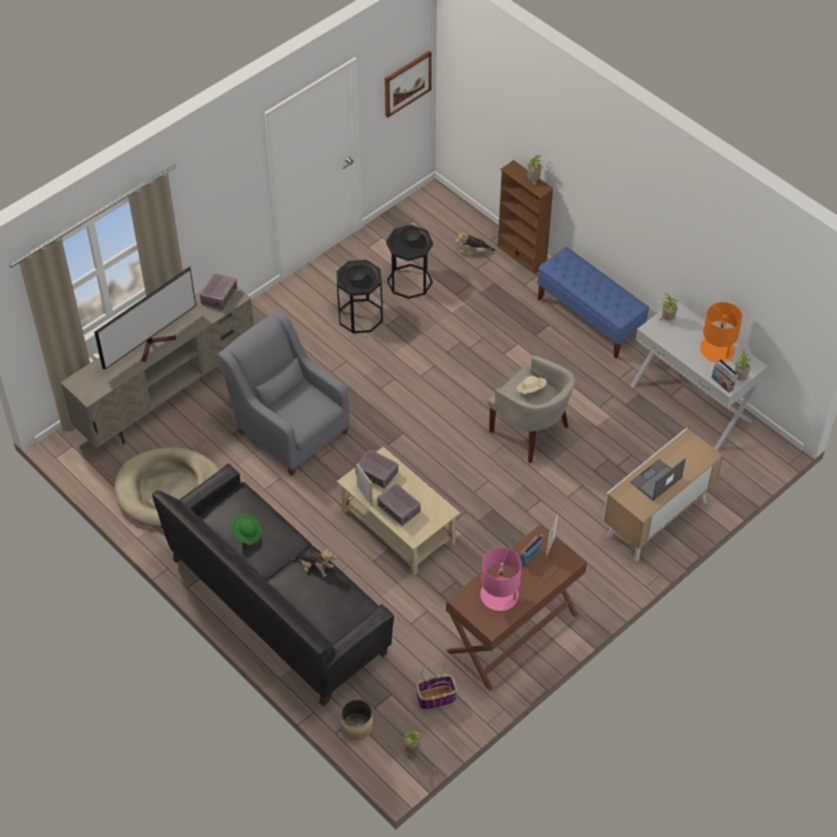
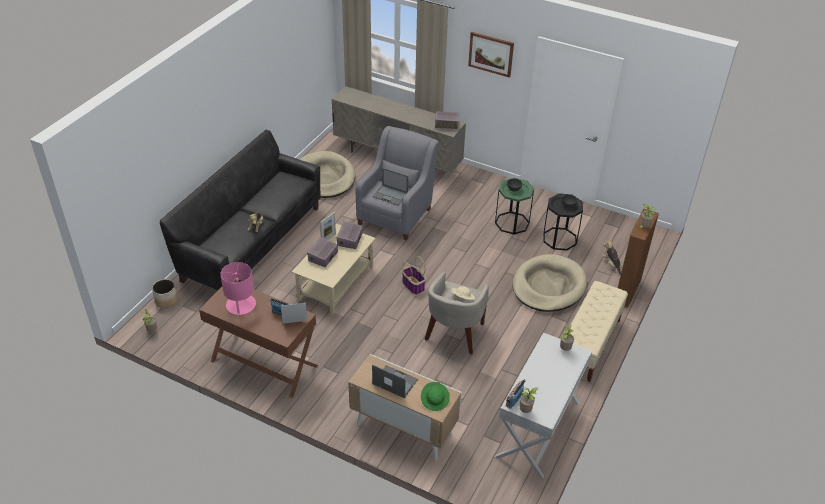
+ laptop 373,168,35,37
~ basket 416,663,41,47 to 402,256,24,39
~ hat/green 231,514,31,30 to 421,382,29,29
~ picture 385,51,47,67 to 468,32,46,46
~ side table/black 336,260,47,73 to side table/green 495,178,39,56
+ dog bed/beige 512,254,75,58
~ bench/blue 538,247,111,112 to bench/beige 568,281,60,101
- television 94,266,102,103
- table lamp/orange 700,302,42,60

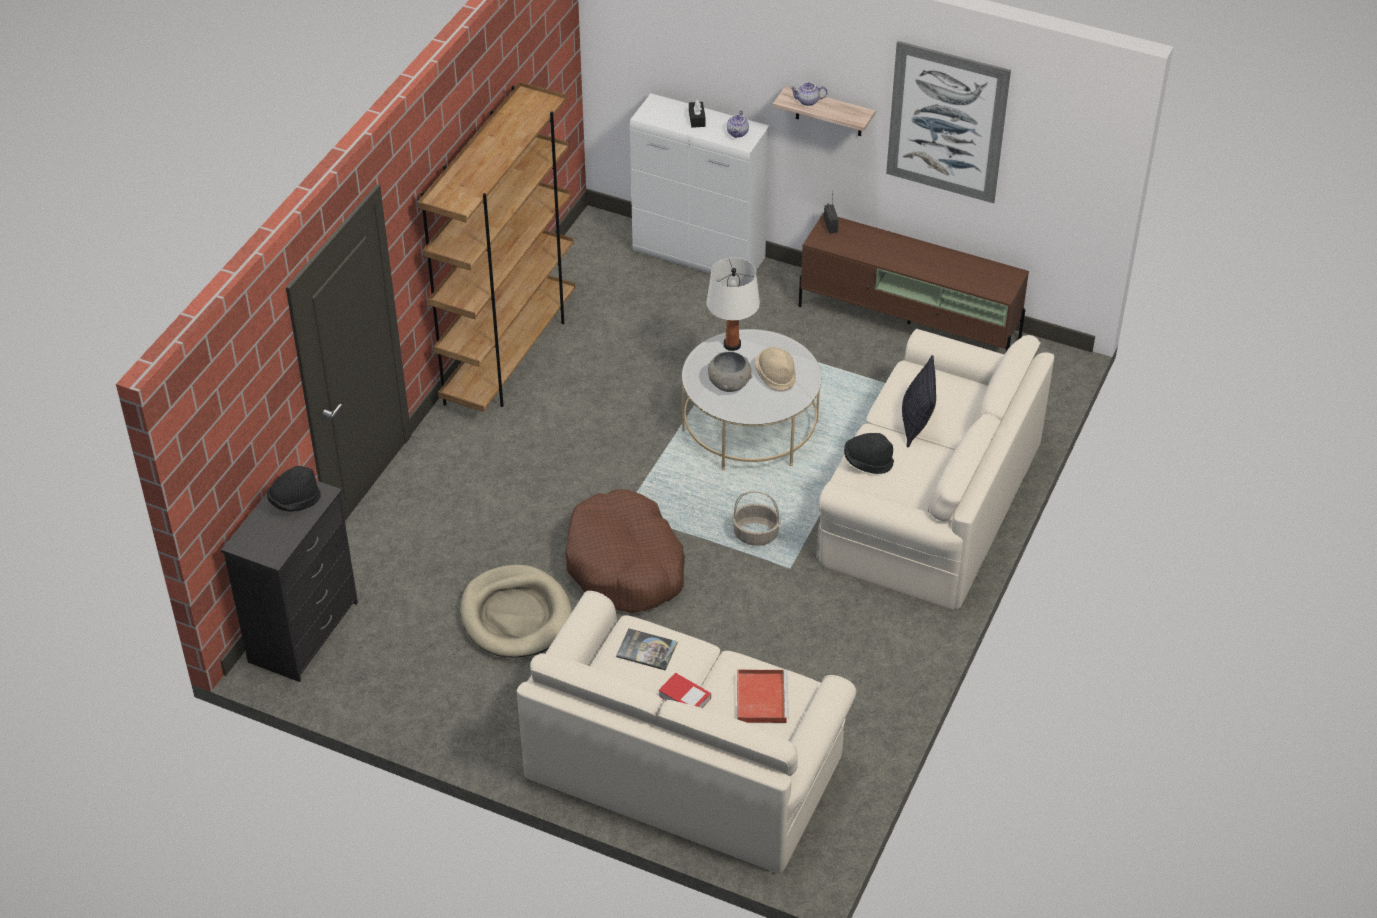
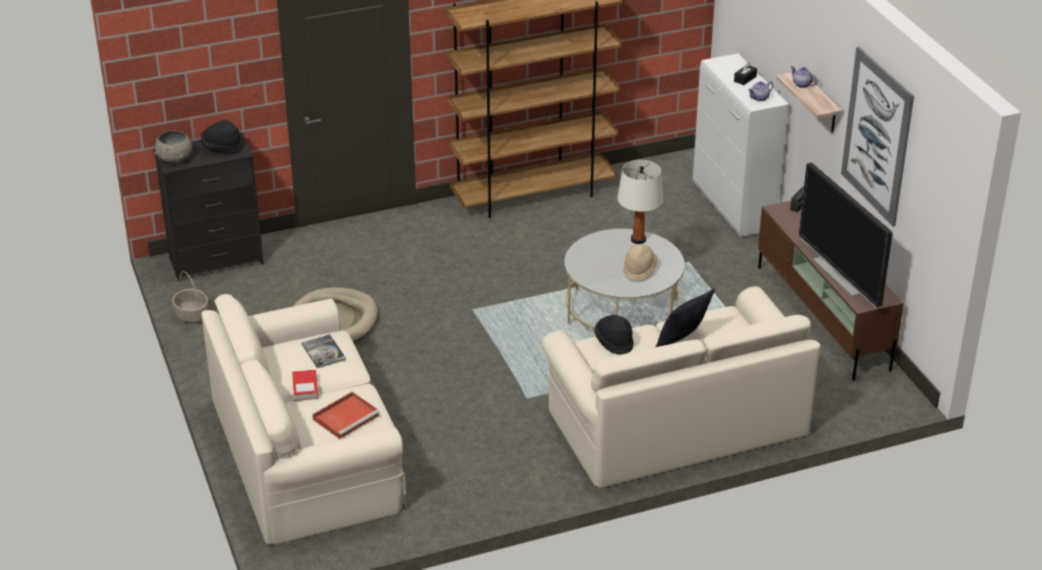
~ bowl/grey 708,352,45,40 to 155,131,37,33
~ basket 732,491,49,55 to 172,271,36,52
+ television 799,162,94,146
- dog bed/brown 565,489,120,124

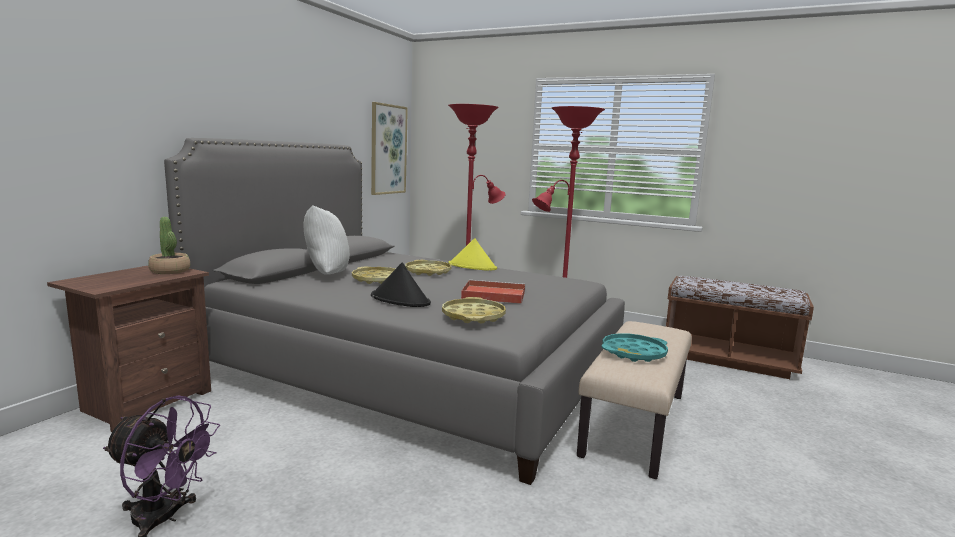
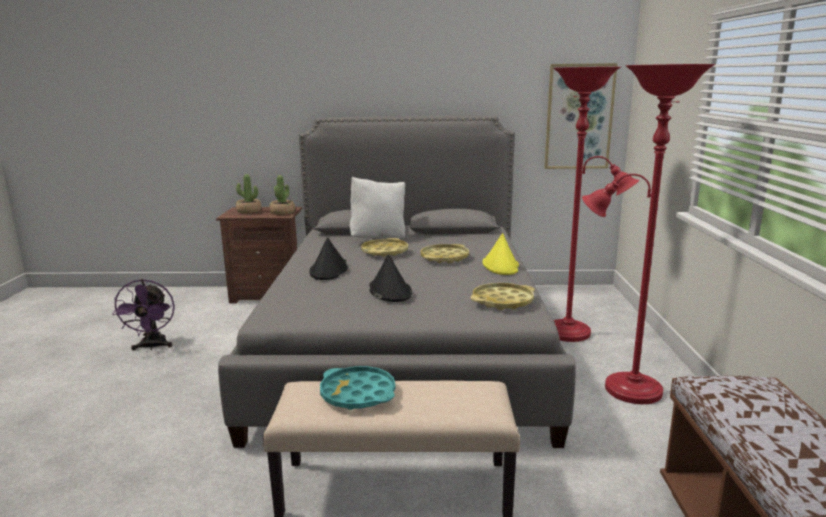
+ potted plant 236,174,26,40
~ tray/red 461,280,64,24 to hat/black 369,254,43,48
~ tray/yellow 442,297,64,27 to 470,283,65,27

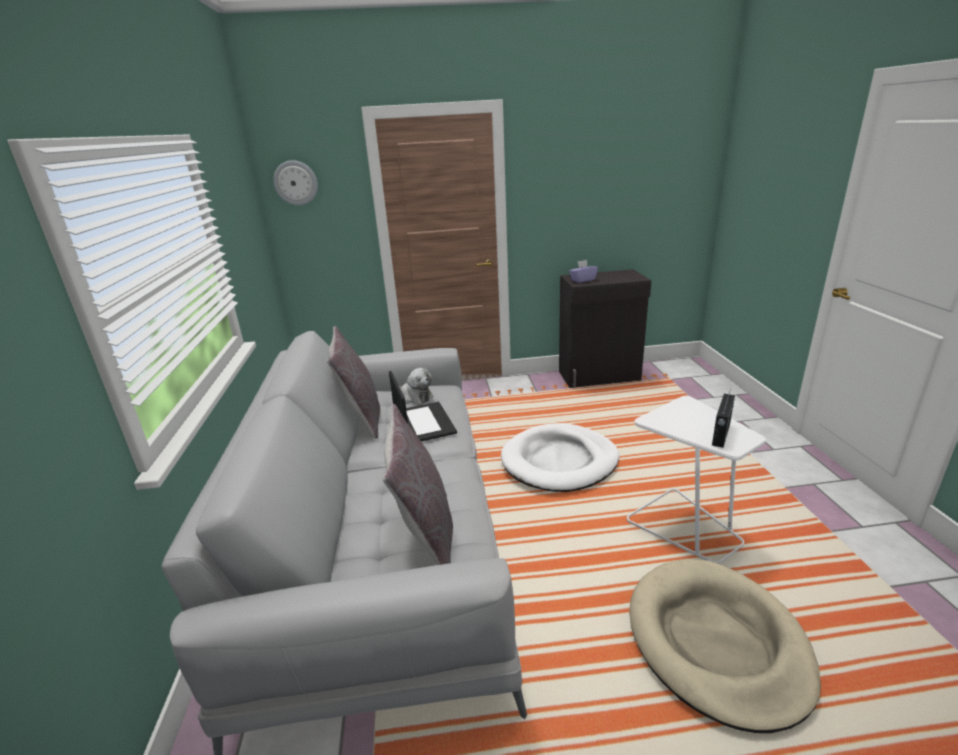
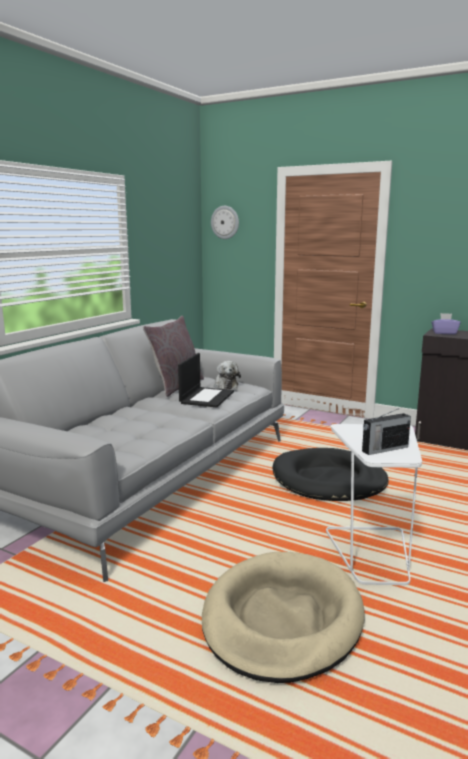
~ dog bed/white 501,423,118,69 to dog bed/black 273,448,116,53
- pillow/grey 383,404,70,161

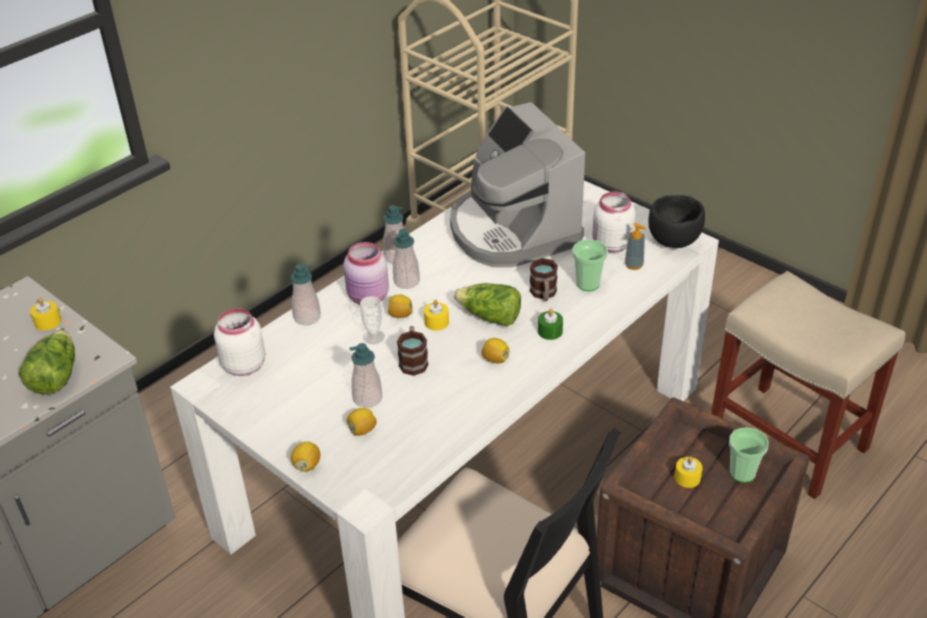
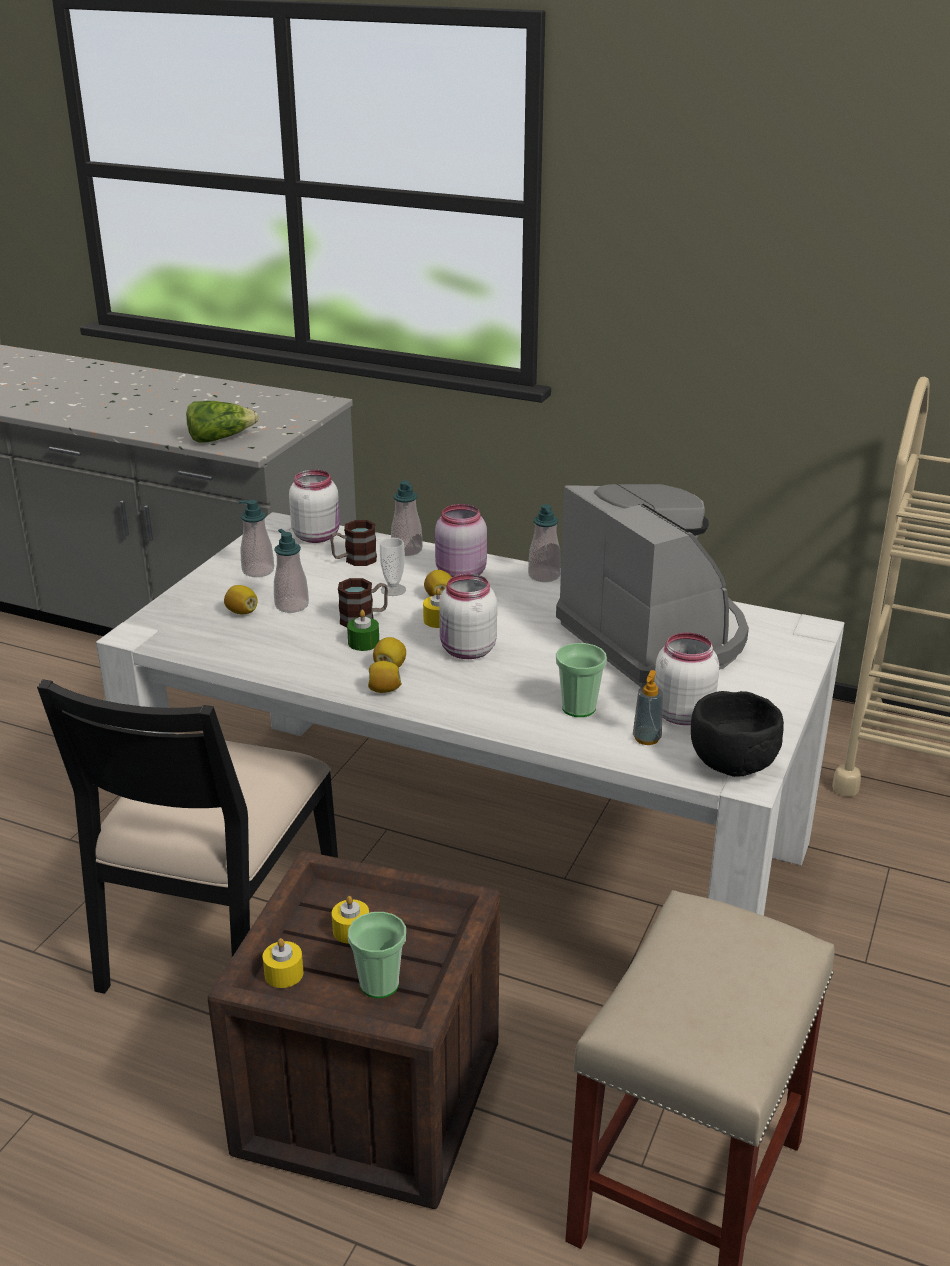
~ soap dispenser 393,229,27,60 to 239,500,35,77
~ candle/yellow 30,298,31,32 to 262,938,41,50
~ mug 530,258,28,43 to 330,520,47,46
~ candle/green 538,308,25,32 to 347,610,32,41
~ lemon 291,442,29,30 to 368,661,34,32
~ lettuce 454,283,67,43 to jar/white 439,574,58,85
~ coffee machine 450,102,135,165 = 556,484,193,203 105 degrees clockwise

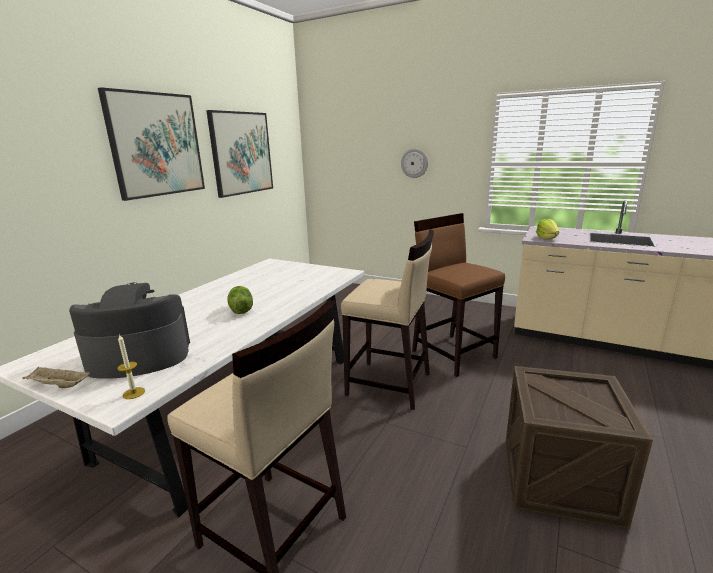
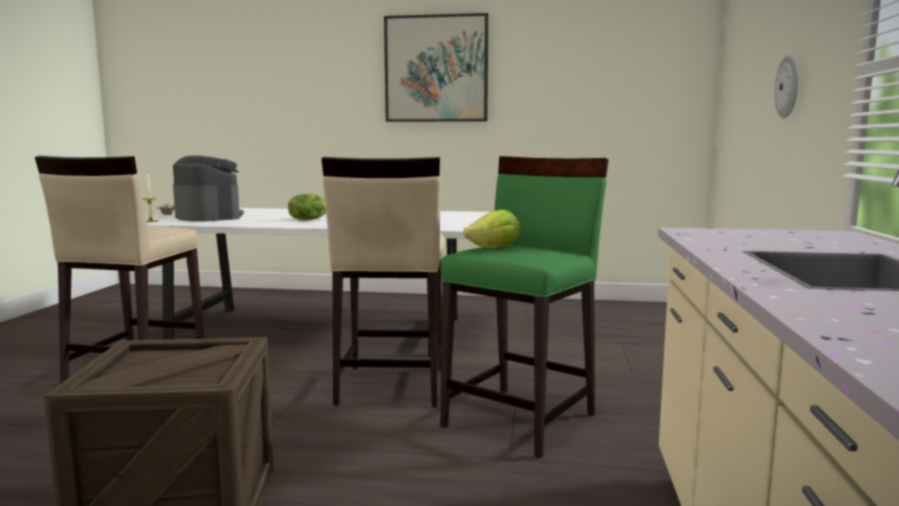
~ stool/brown 412,213,93,164 to stool/green 440,156,169,302
~ lettuce 536,219,23,20 to 463,210,57,38
- picture 206,110,67,88

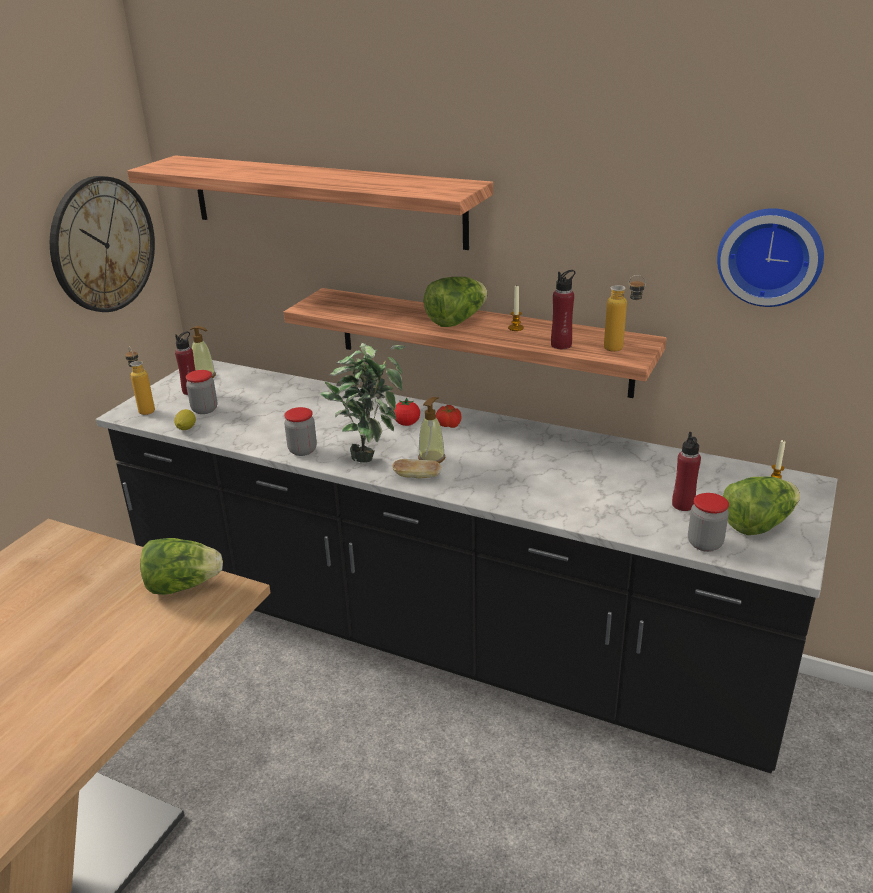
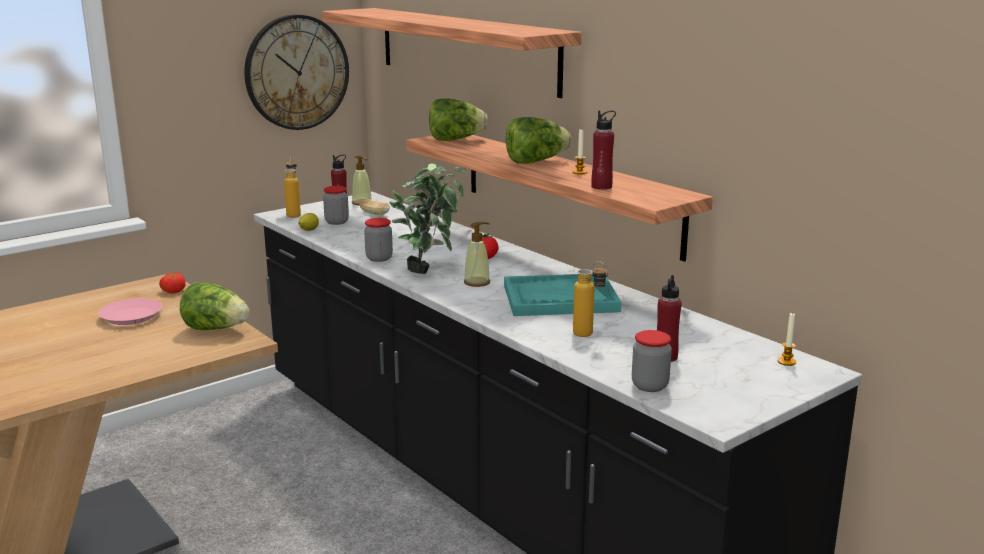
+ plate/pink 98,298,64,27
~ tomato 436,405,25,23 to 159,273,27,21
~ bread 392,459,50,20 to 360,199,30,16
~ lettuce 723,476,77,59 to 429,98,59,43
+ tray/turquoise 504,274,118,42
~ bottle 604,275,42,77 to 573,261,35,76
- wall clock 717,208,107,99

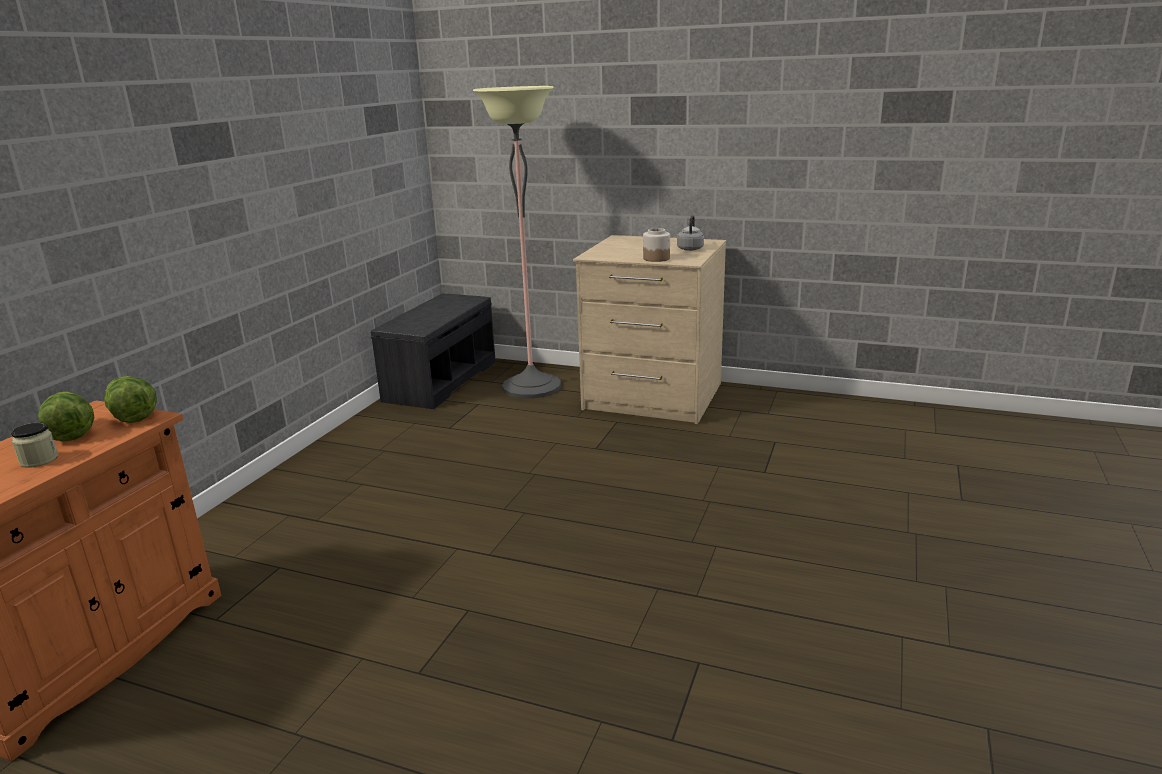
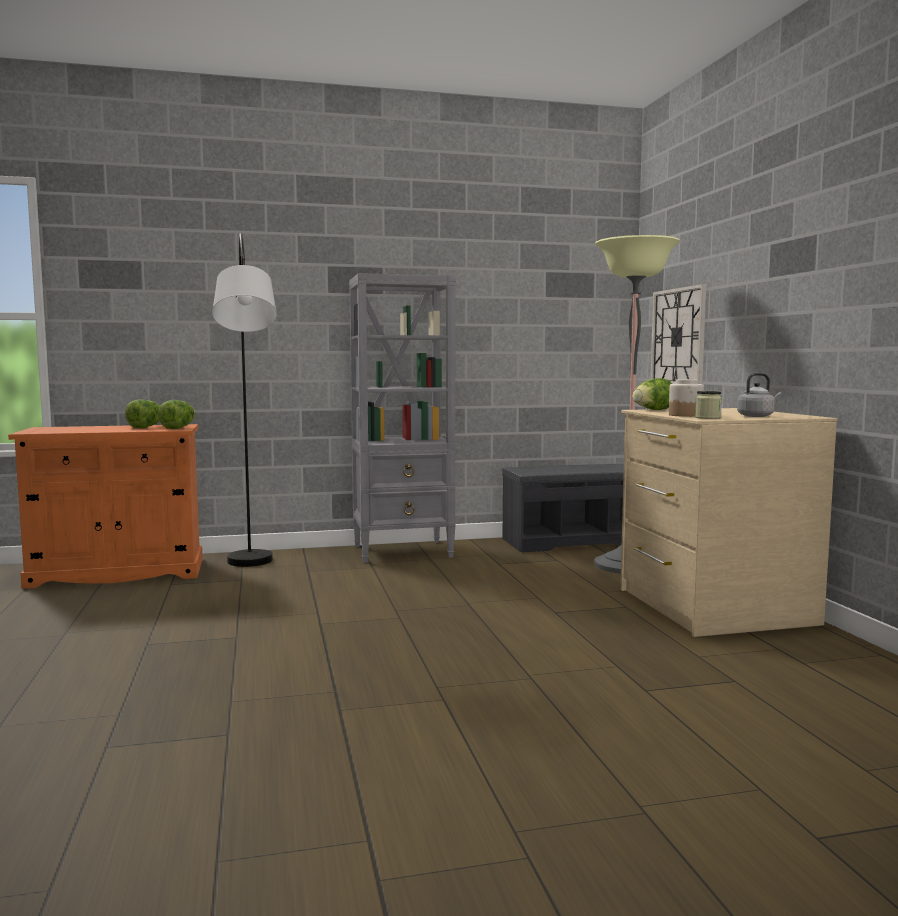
+ floor lamp/grey 212,233,65,334
+ bookcase/grey 349,273,107,290
+ lettuce 632,378,40,32
+ wall clock 650,284,56,100
~ jar 11,422,47,46 to 695,391,27,28

